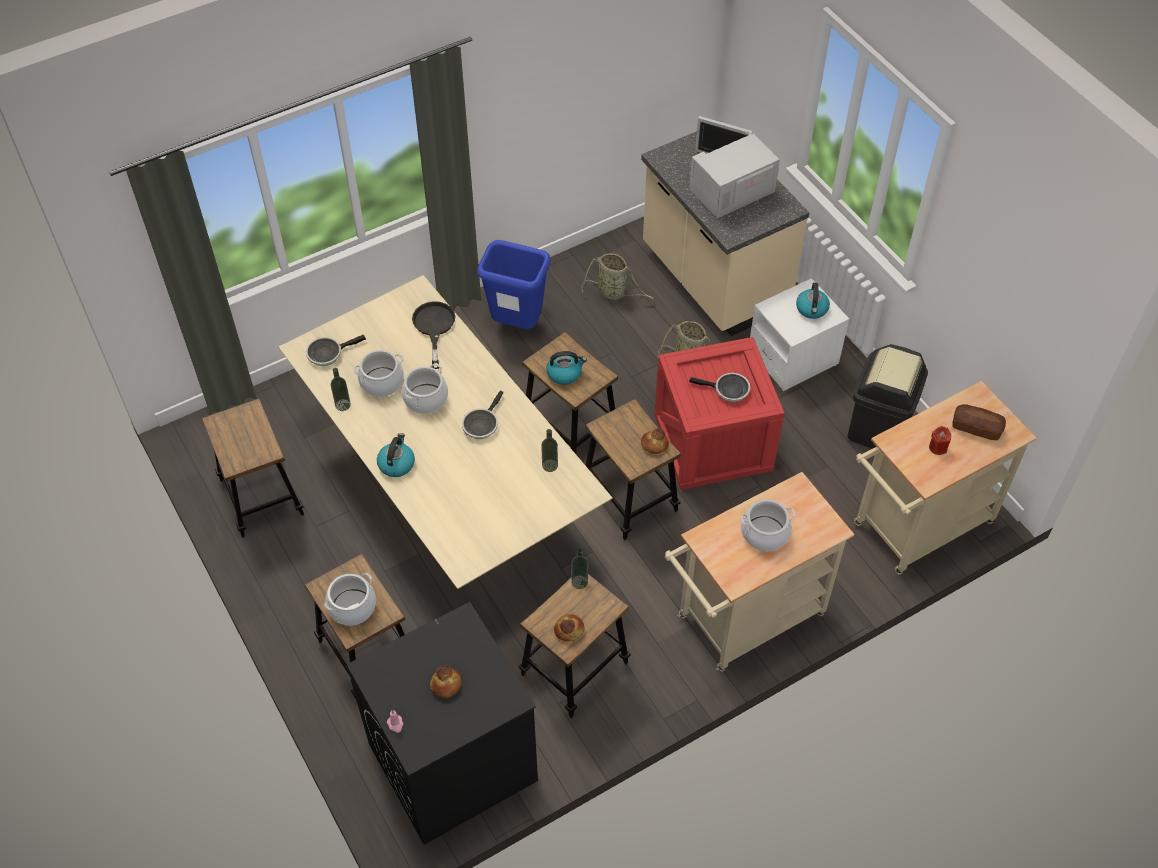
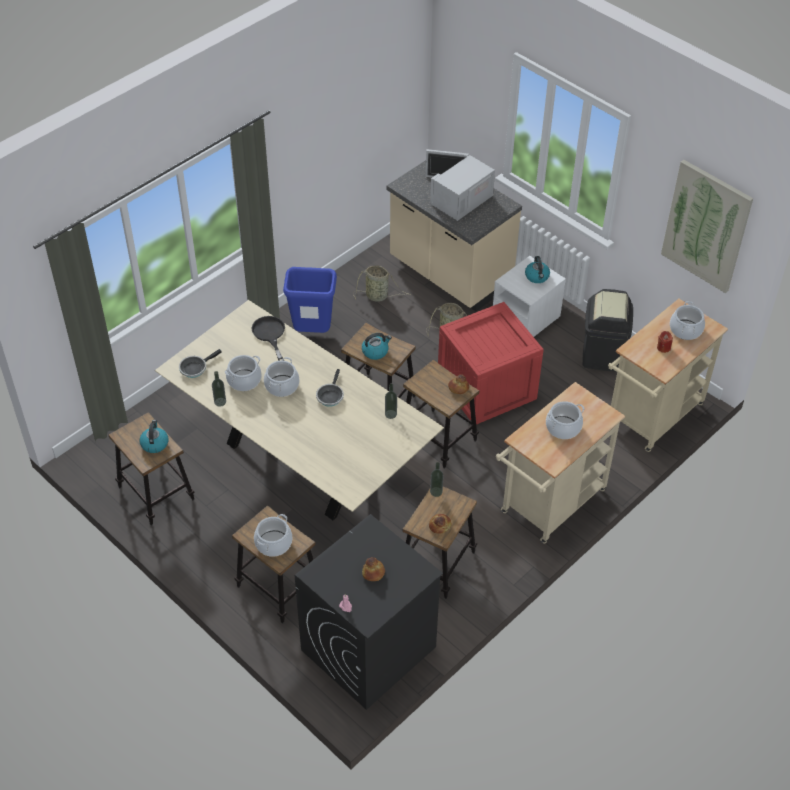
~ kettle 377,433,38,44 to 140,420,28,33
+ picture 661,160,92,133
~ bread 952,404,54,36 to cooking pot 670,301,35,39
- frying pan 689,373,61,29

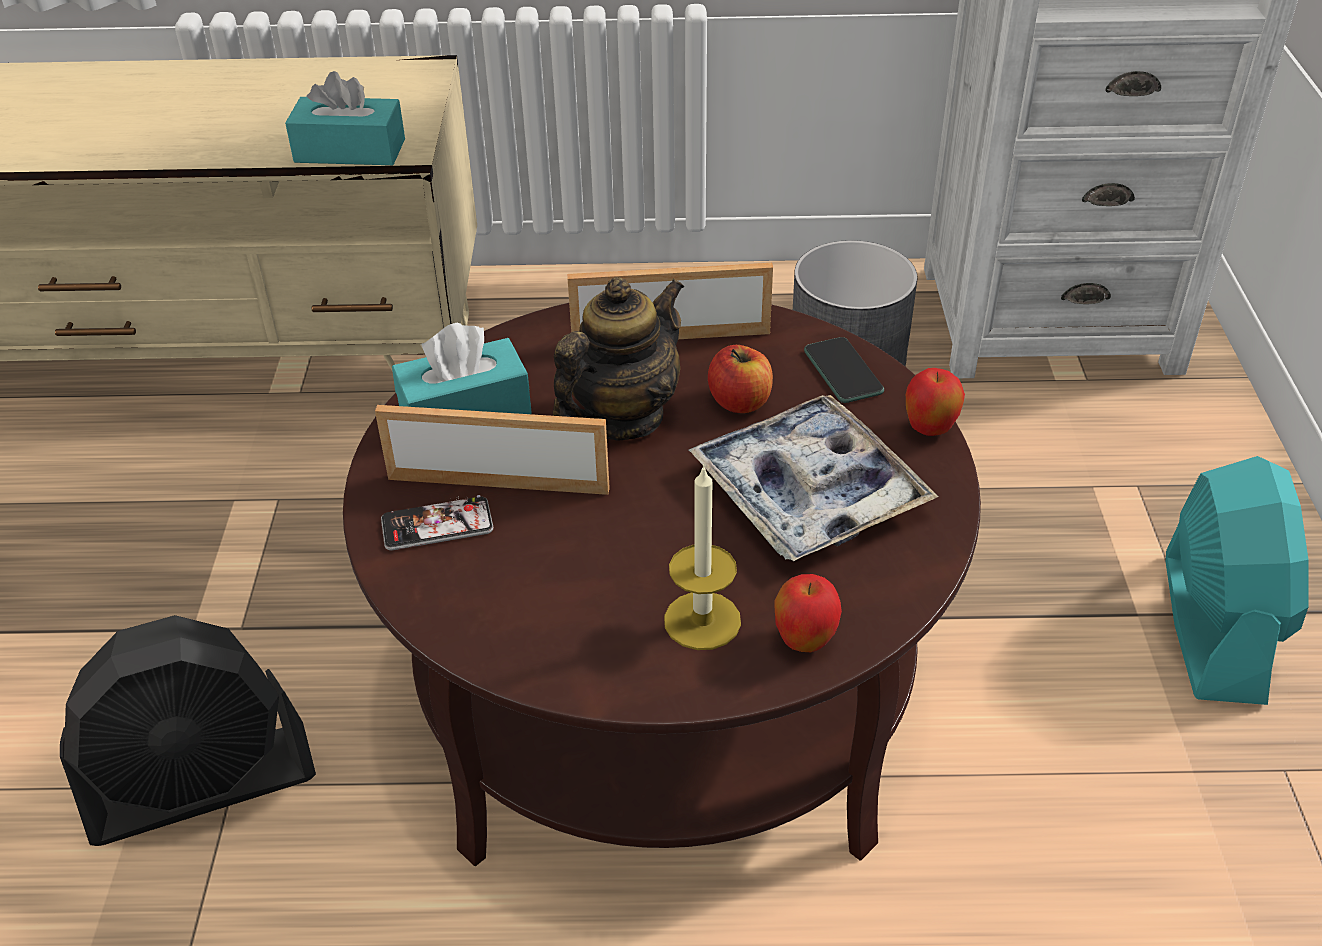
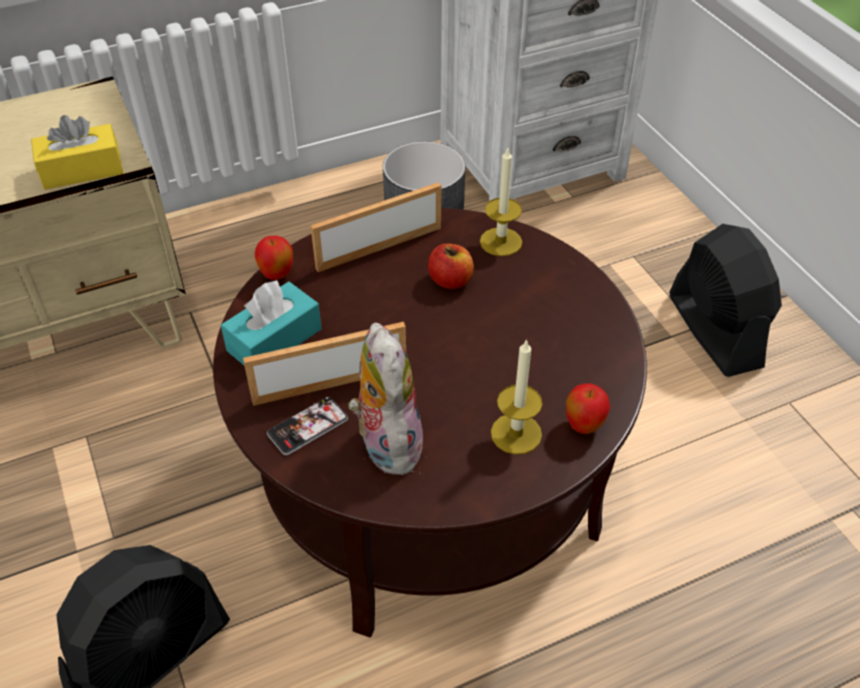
~ tissue box/turquoise 285,71,120,94 to tissue box/yellow 31,115,92,75
~ apple 906,368,59,68 to 255,236,38,44
+ plush toy 348,323,75,152
~ phone 804,337,80,66 to candle 480,148,42,108
~ fan/turquoise 1166,456,143,249 to fan/black 669,224,113,153
- teapot 553,277,131,164
- tray 689,395,249,167

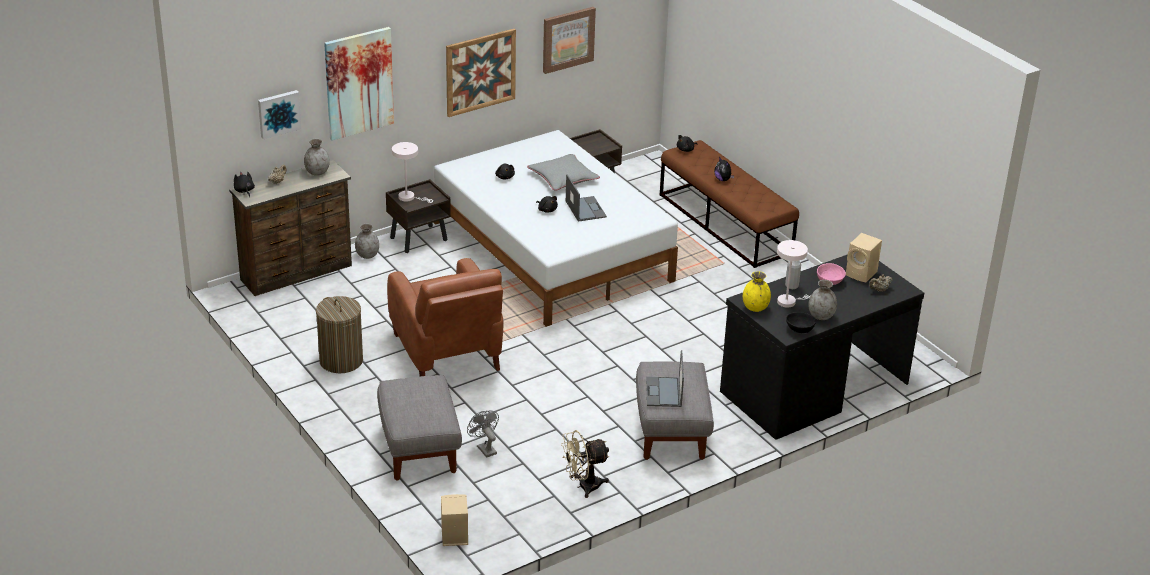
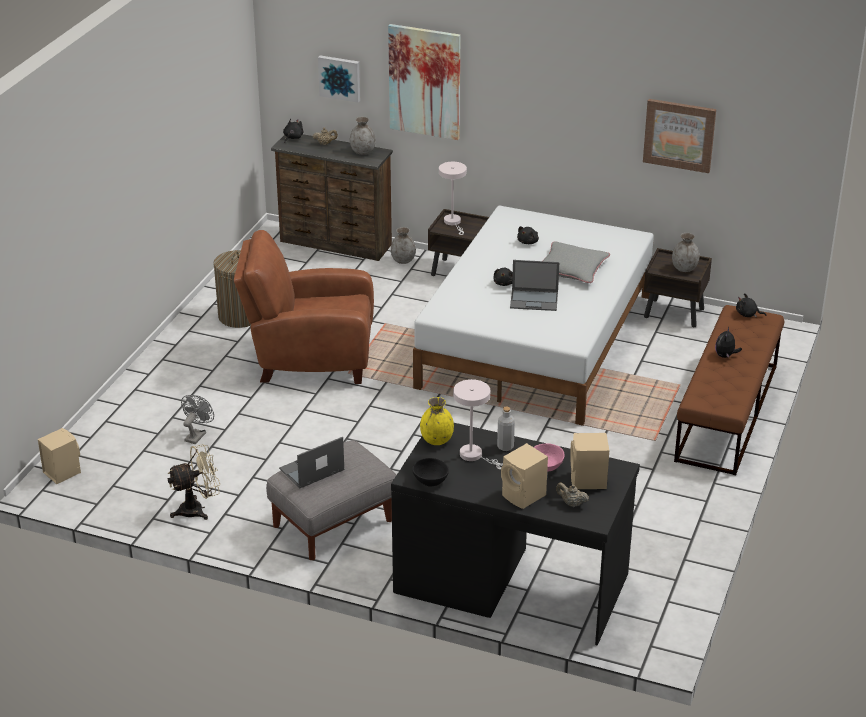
~ fan/beige 561,430,49,68 = 167,444,53,76 120 degrees clockwise
~ armchair/brown 387,258,116,118 = 234,230,140,154 60 degrees clockwise
+ speaker/beige 501,443,47,66
~ laptop 566,174,41,48 = 510,260,49,51 60 degrees clockwise
~ vase/grey 809,280,28,40 to 672,233,27,39
- ottoman/grey 377,375,85,105
- picture 446,29,70,88

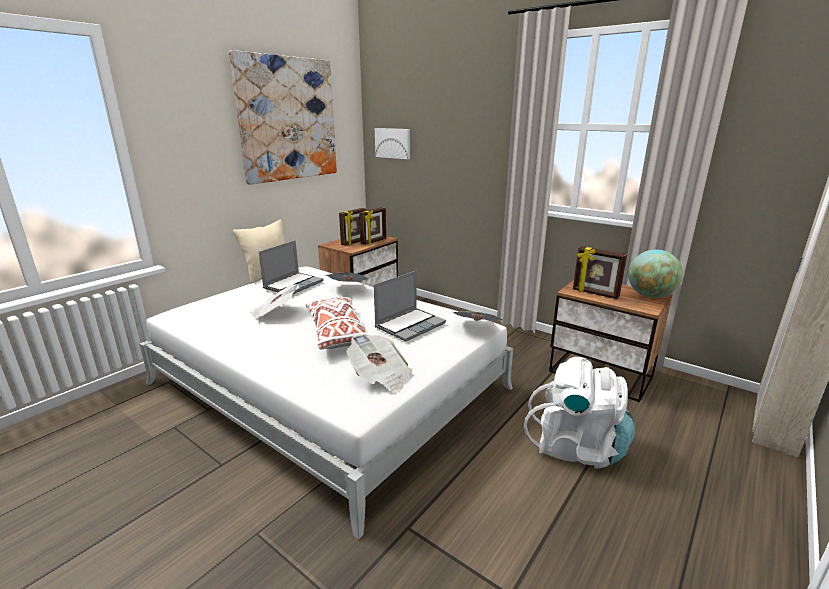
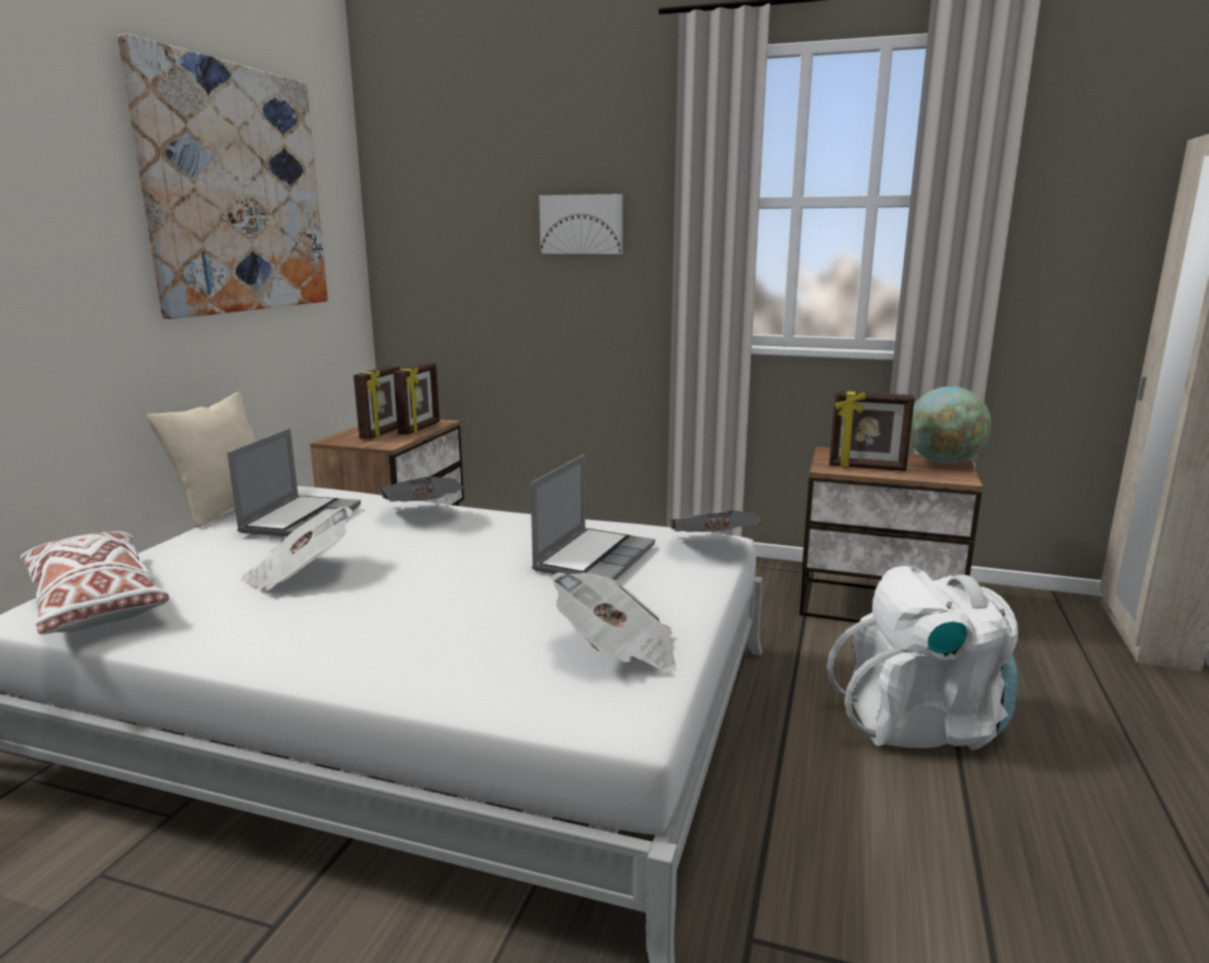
~ pillow/white 306,297,65,52 to 18,531,151,103
~ picture 375,128,35,31 to 539,194,84,60

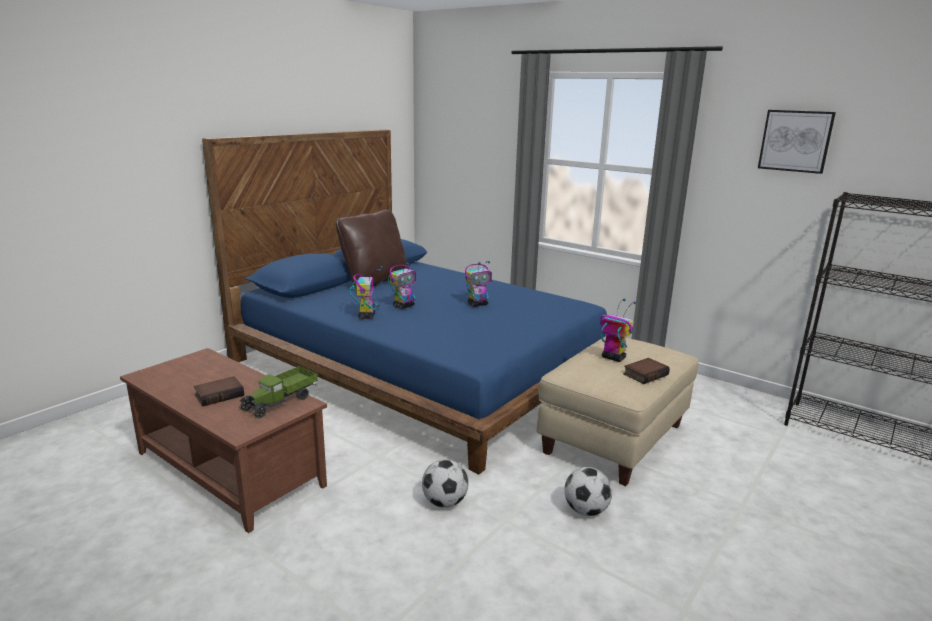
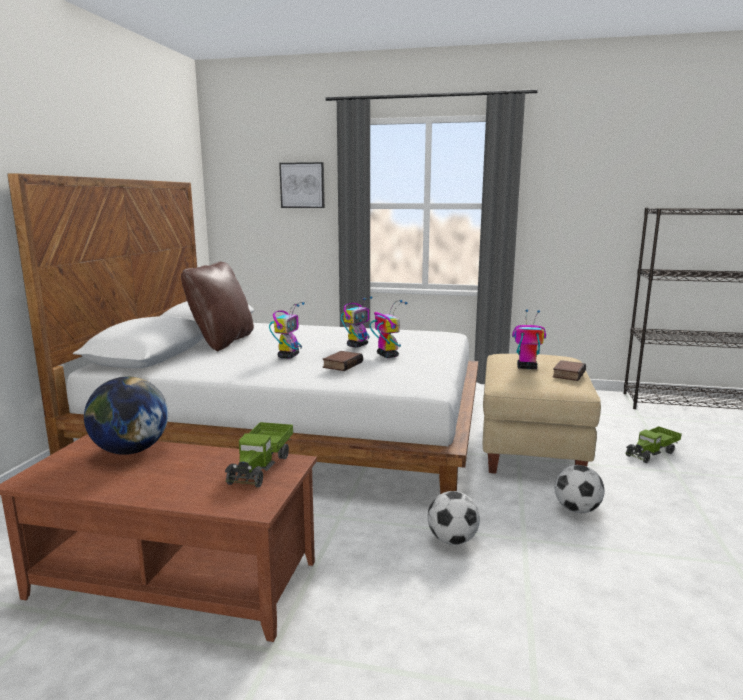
~ bed/blue 202,130,405,344 to bed/white 7,173,471,321
+ globe 84,376,84,79
~ picture 758,110,78,64 to 279,162,46,46
~ book 194,376,50,30 to 322,351,41,20
~ toy robot 350,266,33,53 to 369,300,38,58
+ toy truck 625,427,57,36

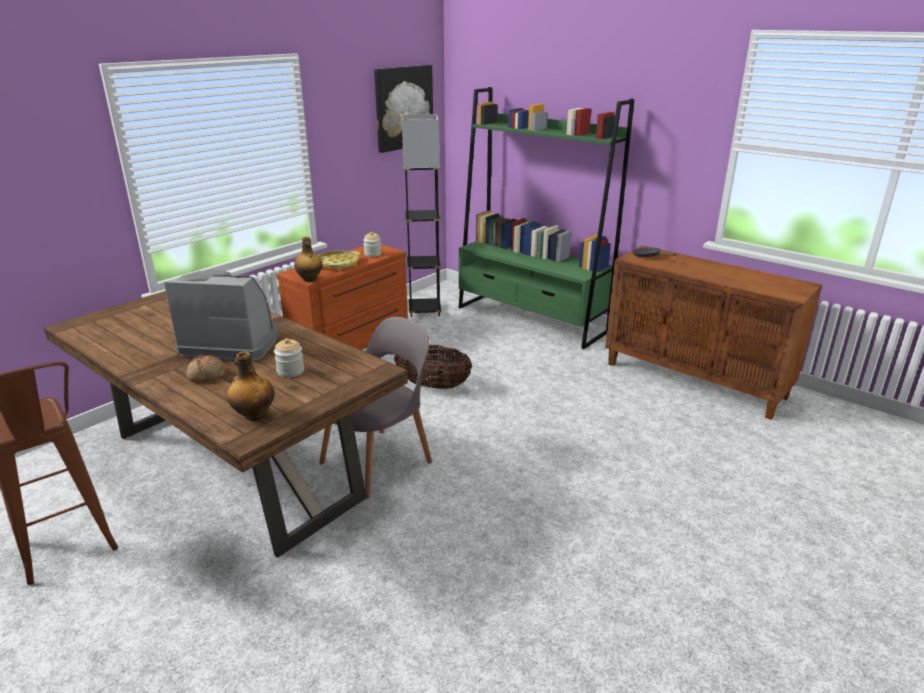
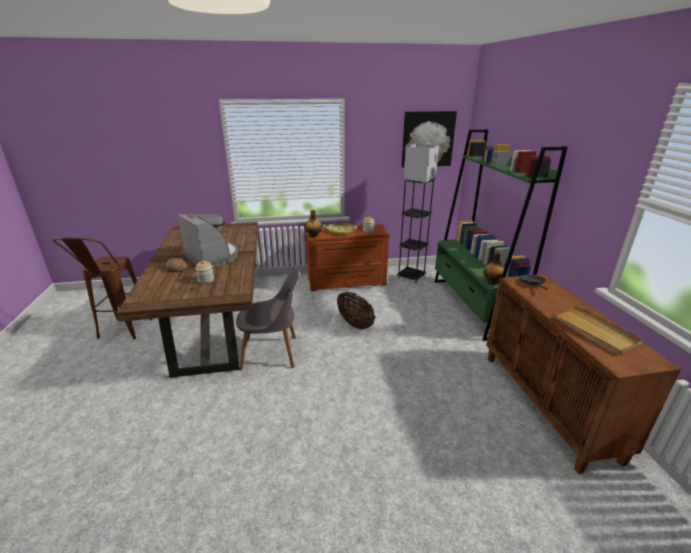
~ bottle 227,352,47,69 to 484,252,20,33
+ tray/beige 550,304,93,50

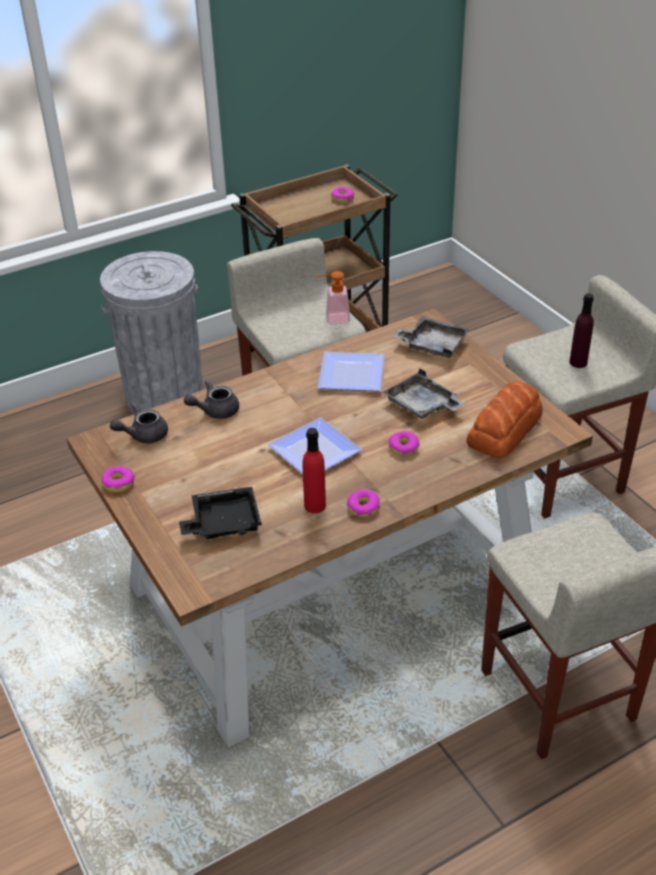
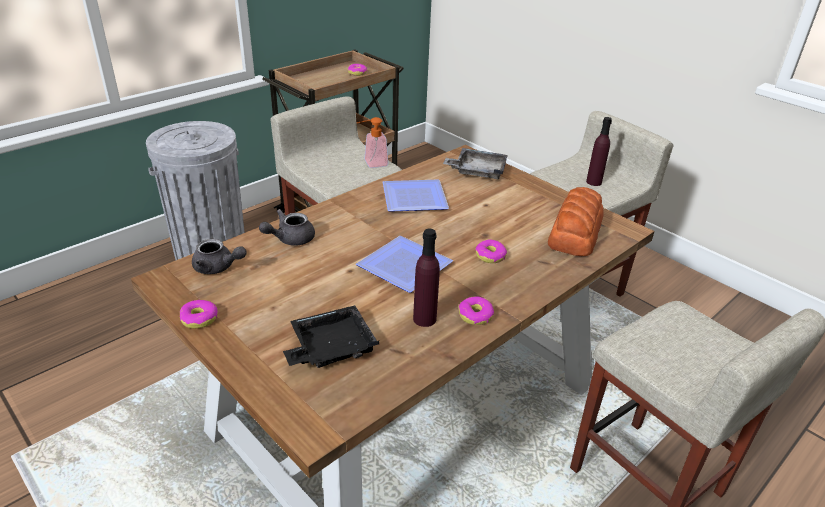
~ teapot/grey 110,404,58,40 = 192,239,55,35 120 degrees counterclockwise
~ bottle/red 303,428,23,85 to bottle/purple 413,229,27,98
- tray/grey 383,369,82,50

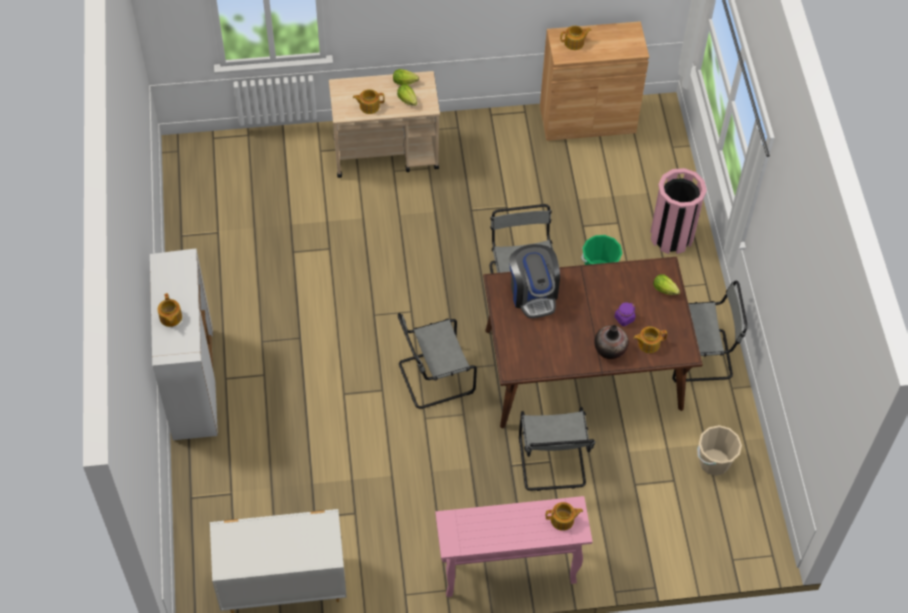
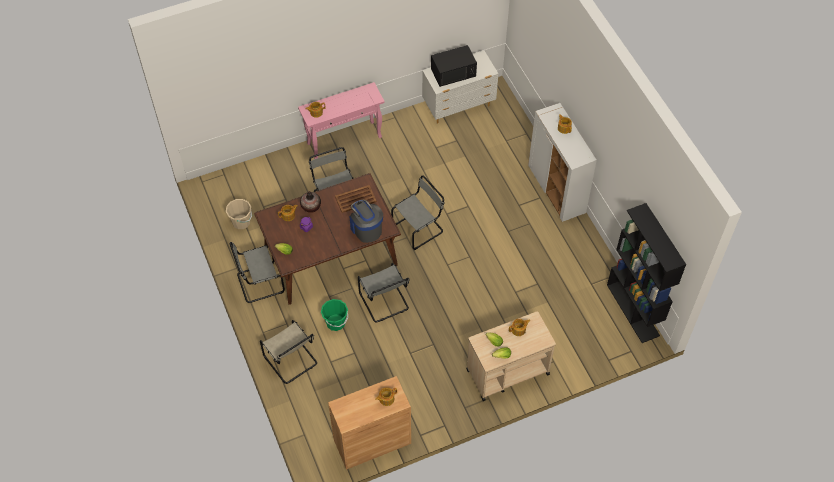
~ trash can/pink 650,168,57,86 to chair/beige 260,320,57,64
+ tray/brown 335,185,42,28
+ microwave/black 431,45,46,42
+ bookcase/black 607,203,79,140

